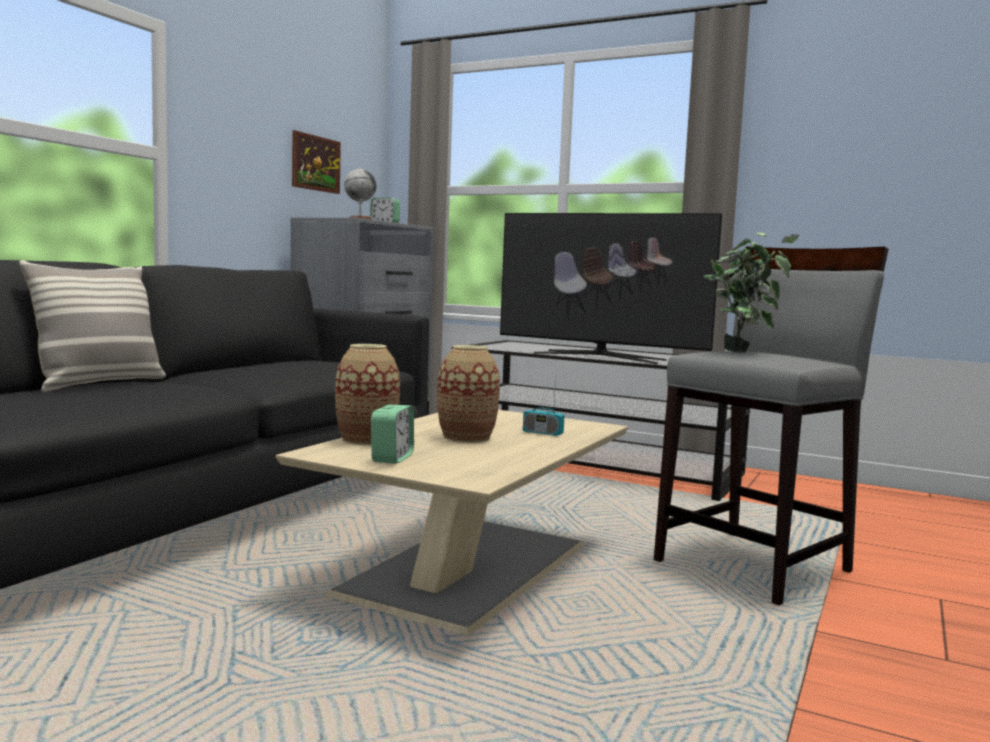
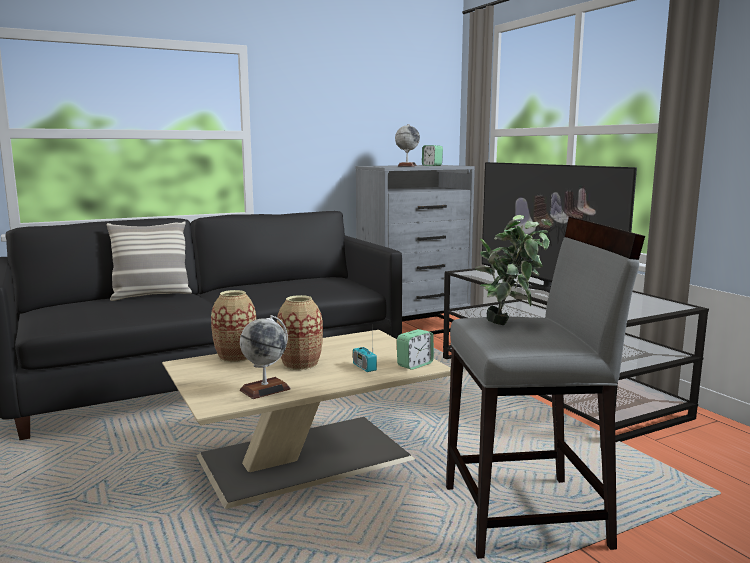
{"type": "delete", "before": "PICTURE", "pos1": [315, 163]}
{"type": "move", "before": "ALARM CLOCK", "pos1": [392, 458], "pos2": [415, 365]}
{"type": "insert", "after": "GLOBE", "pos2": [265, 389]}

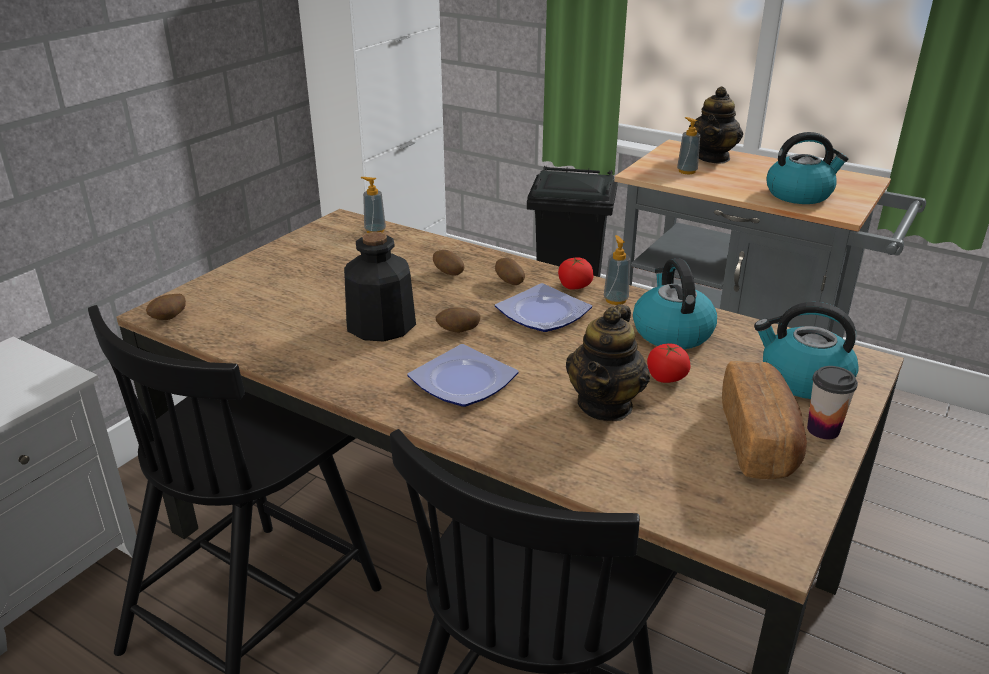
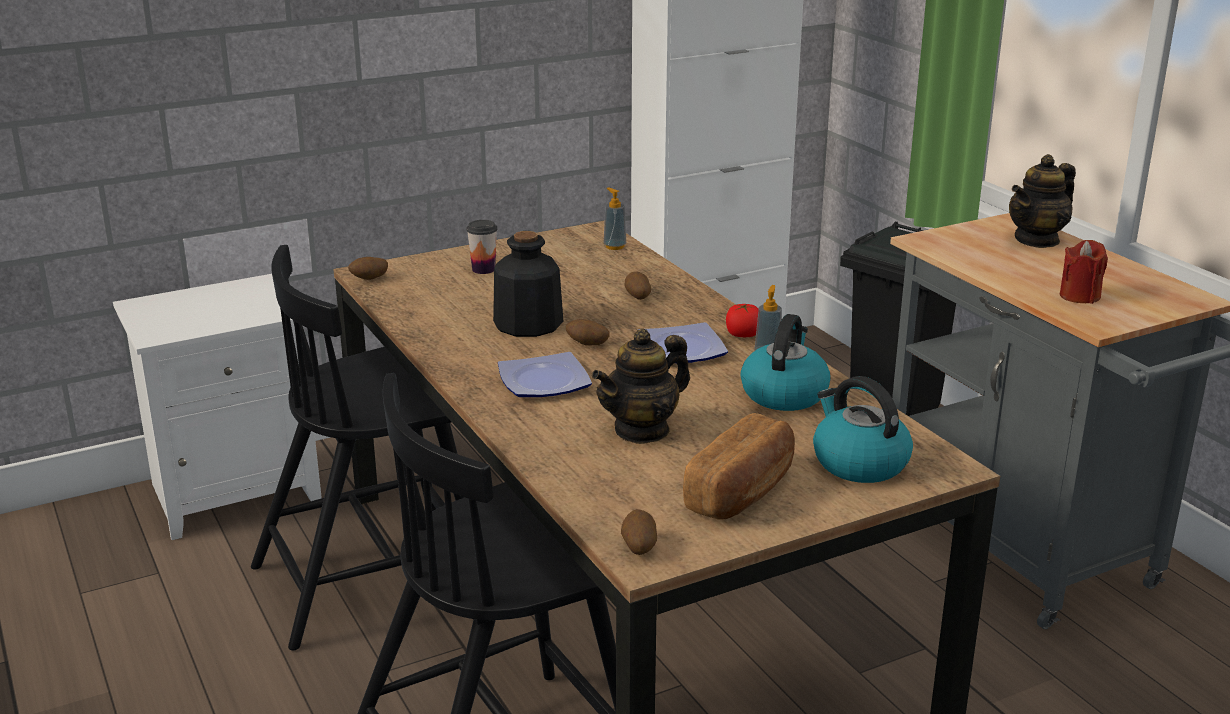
{"type": "move", "before": "POTATO", "pos1": [509, 282], "pos2": [638, 547]}
{"type": "delete", "before": "TOMATO", "pos1": [666, 378]}
{"type": "delete", "before": "SOAP DISPENSER", "pos1": [686, 171]}
{"type": "replace", "before": "KETTLE", "after": "RED CANDLE", "pos1": [799, 194], "pos2": [1079, 296]}
{"type": "move", "before": "CUP", "pos1": [823, 430], "pos2": [483, 269]}

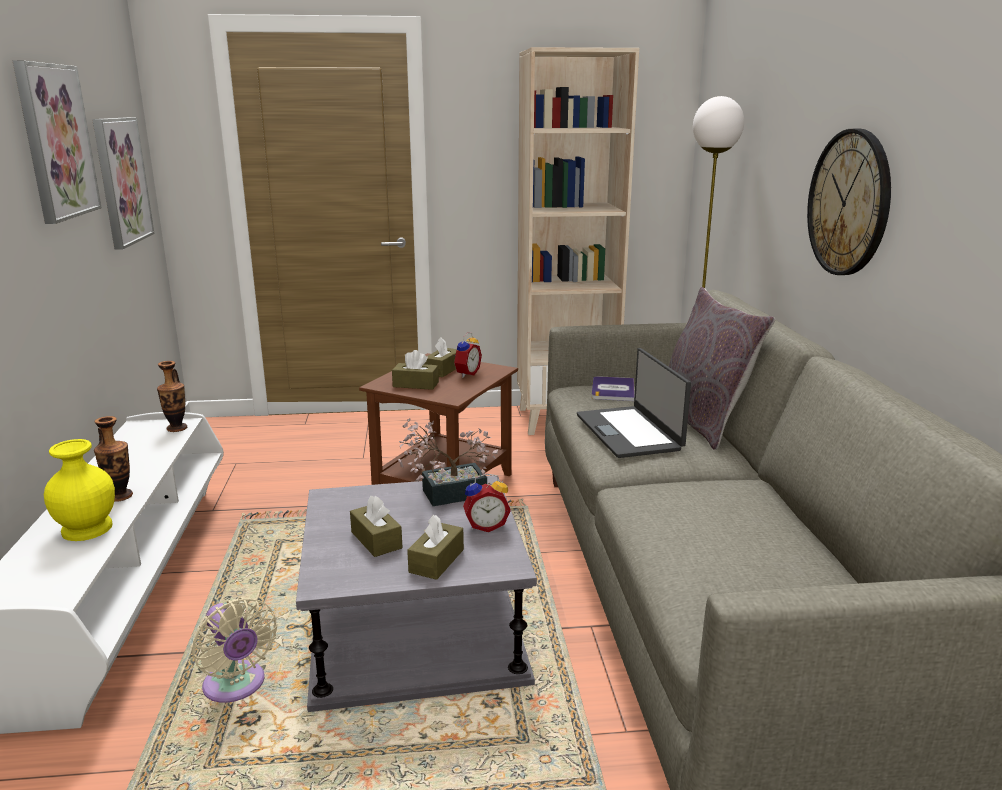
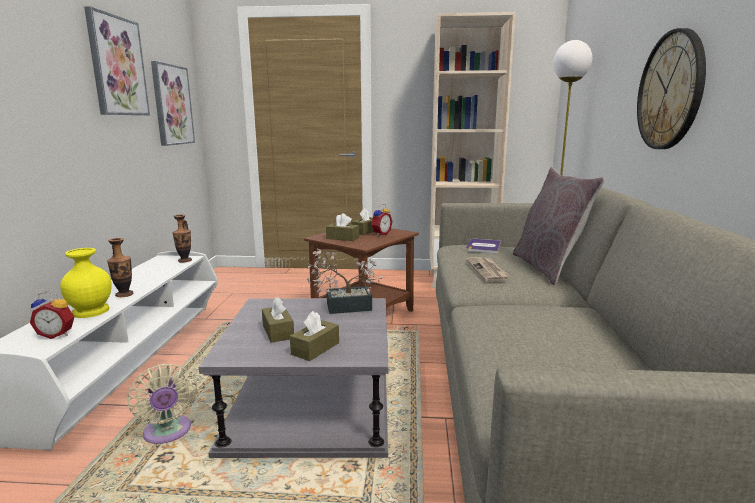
{"type": "move", "before": "ALARM CLOCK", "pos1": [486, 526], "pos2": [57, 334]}
{"type": "replace", "before": "LAPTOP", "after": "NEWSPAPER", "pos1": [629, 432], "pos2": [487, 271]}

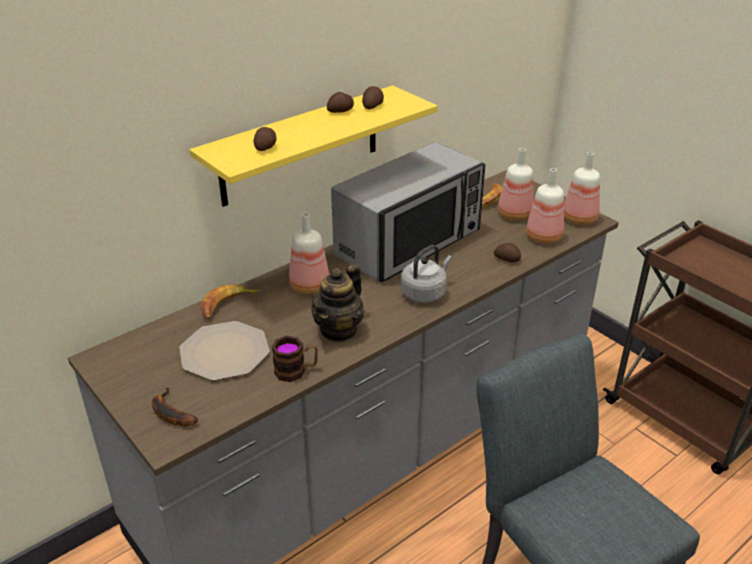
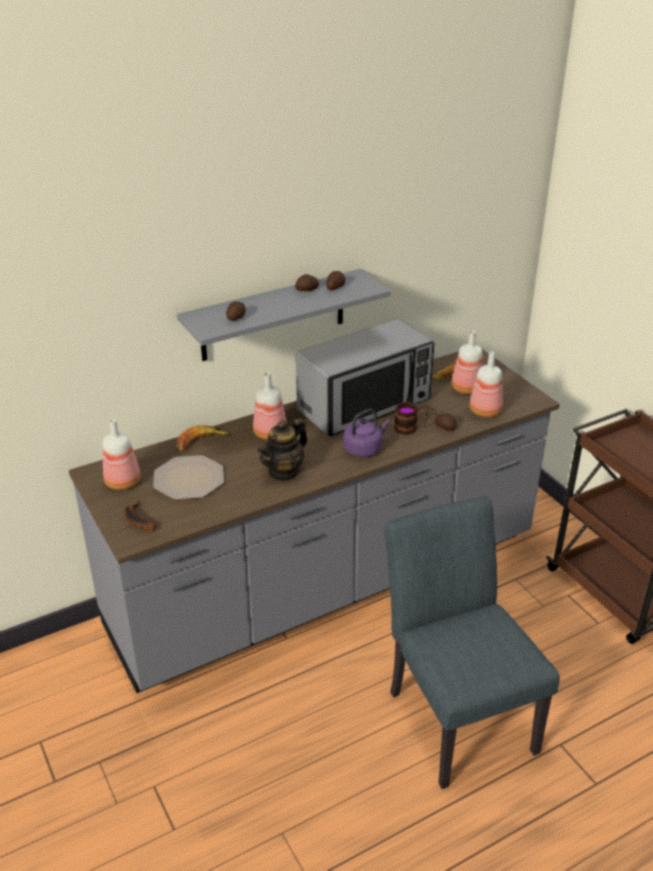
{"type": "recolor", "before": "YELLOW SHELF", "after": "GREY SHELF", "pos1": [300, 146], "pos2": [273, 315]}
{"type": "move", "before": "MUG", "pos1": [296, 371], "pos2": [410, 428]}
{"type": "recolor", "before": "GREY KETTLE", "after": "PURPLE KETTLE", "pos1": [425, 293], "pos2": [364, 449]}
{"type": "move", "before": "BOTTLE", "pos1": [579, 218], "pos2": [123, 481]}

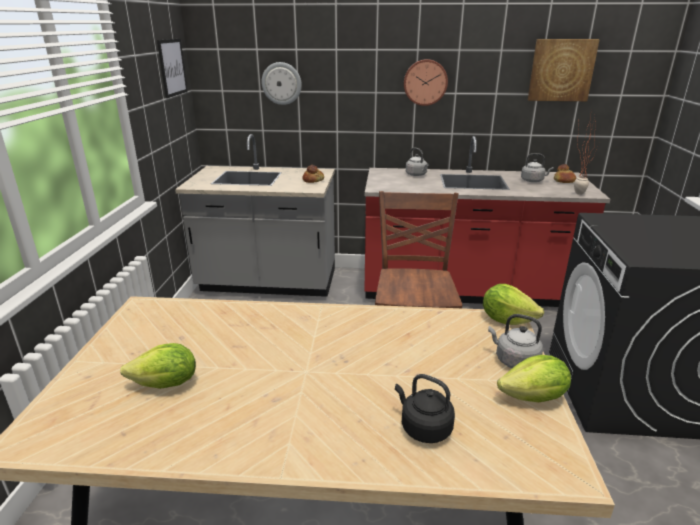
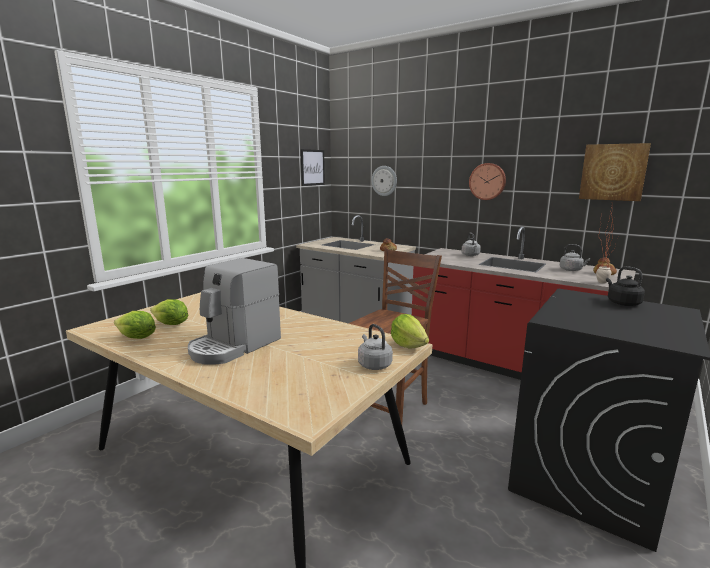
{"type": "move", "before": "BLACK KETTLE", "pos1": [423, 428], "pos2": [622, 303]}
{"type": "move", "before": "LETTUCE", "pos1": [534, 398], "pos2": [137, 338]}
{"type": "insert", "after": "COFFEE MACHINE", "pos2": [234, 346]}

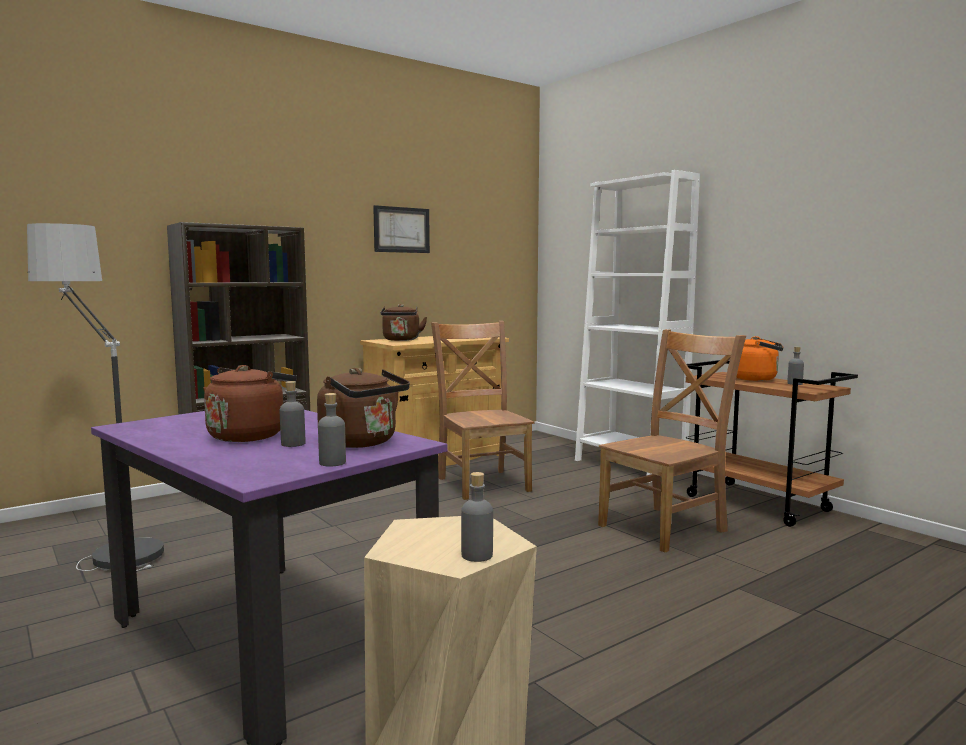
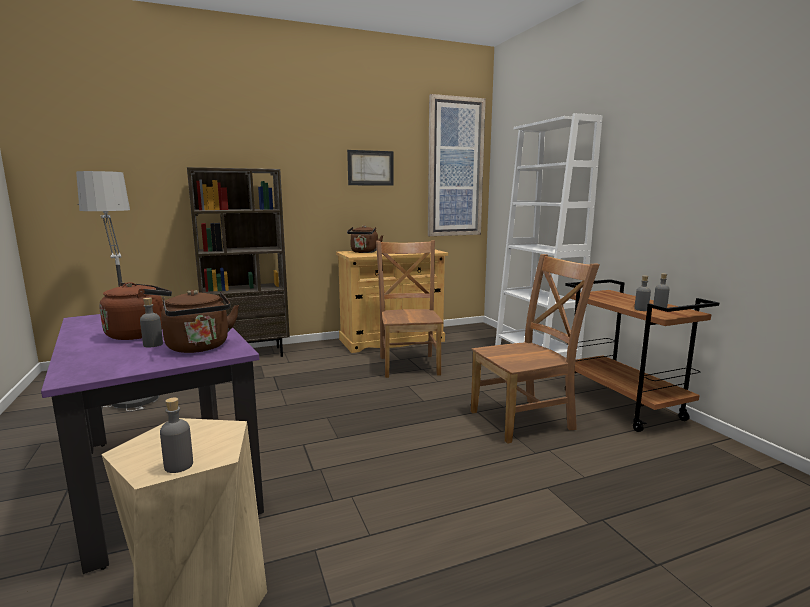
{"type": "move", "before": "GREY BOTTLE", "pos1": [332, 463], "pos2": [641, 309]}
{"type": "delete", "before": "ORANGE KETTLE", "pos1": [757, 379]}
{"type": "insert", "after": "PICTURE", "pos2": [455, 168]}

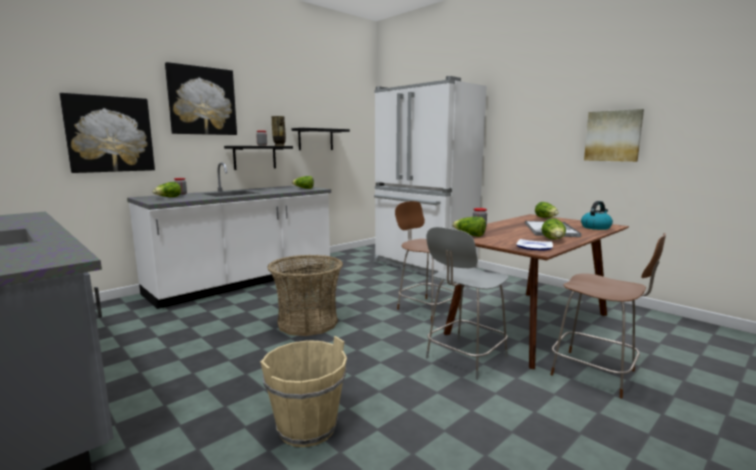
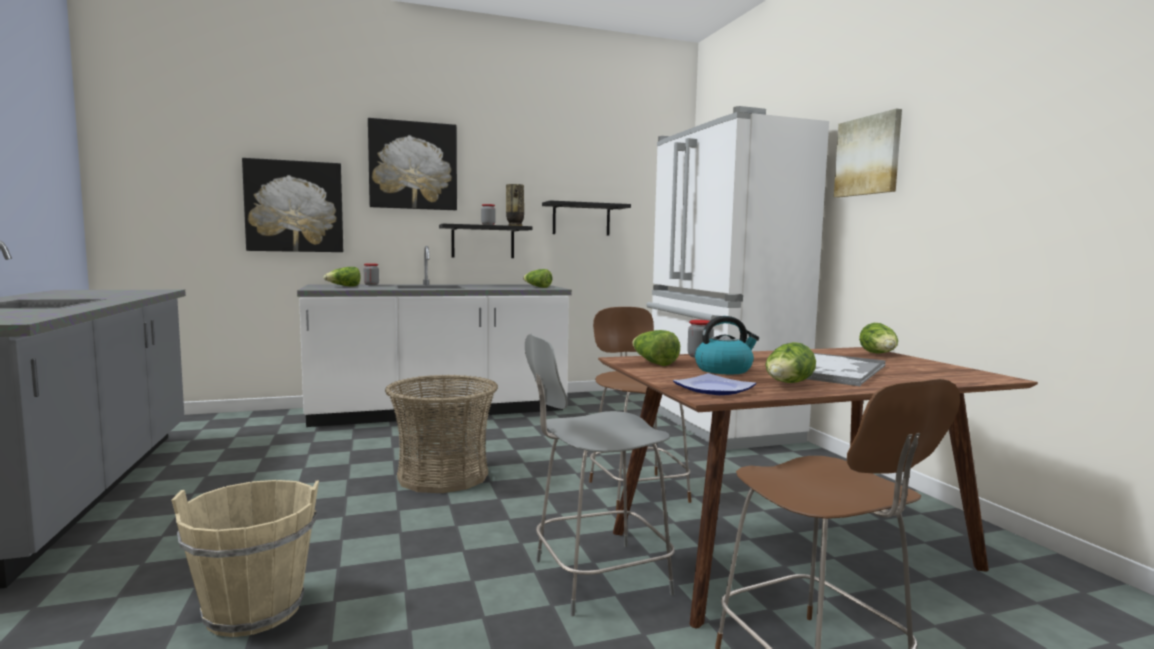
{"type": "move", "before": "KETTLE", "pos1": [596, 227], "pos2": [724, 370]}
{"type": "move", "before": "PICTURE", "pos1": [613, 136], "pos2": [868, 156]}

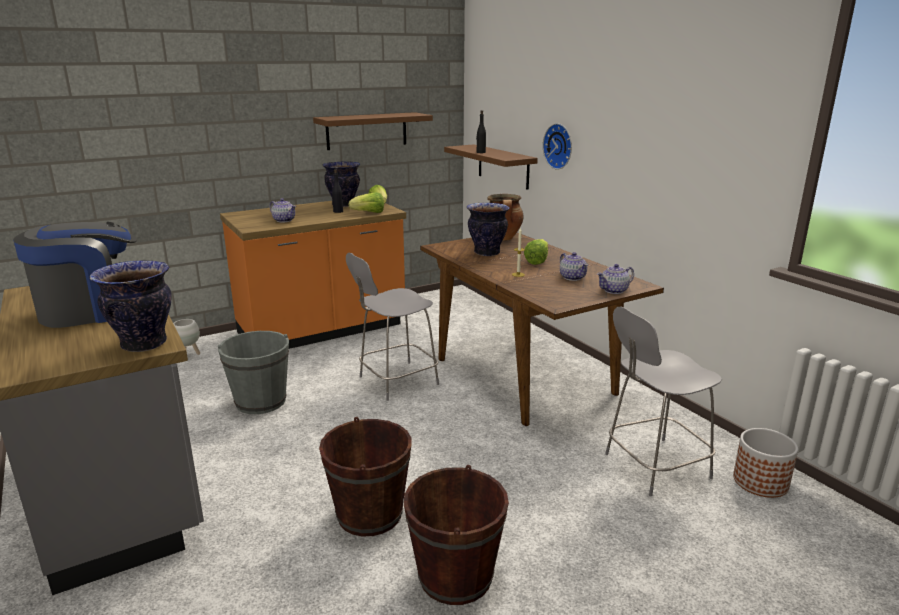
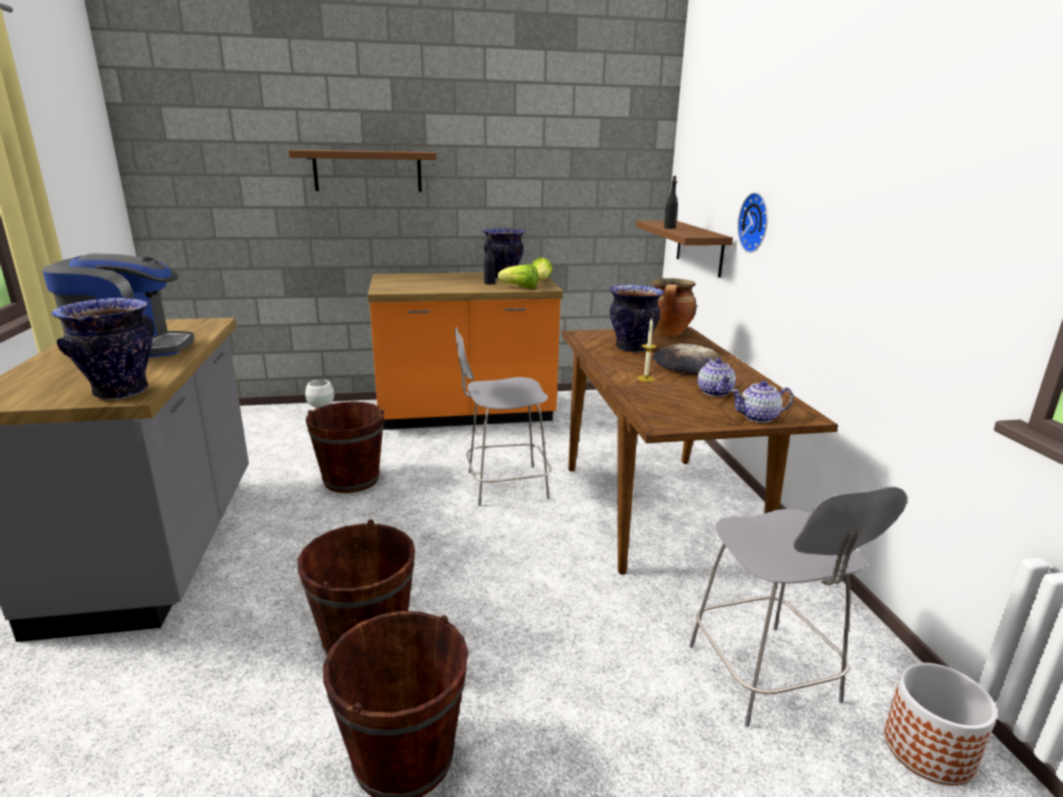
{"type": "recolor", "before": "GREY BUCKET", "after": "BROWN BUCKET", "pos1": [261, 401], "pos2": [351, 479]}
{"type": "delete", "before": "TEAPOT", "pos1": [284, 220]}
{"type": "move", "before": "BROWN SHELF", "pos1": [367, 131], "pos2": [368, 171]}
{"type": "replace", "before": "LETTUCE", "after": "BREAD", "pos1": [537, 261], "pos2": [686, 365]}
{"type": "rotate", "before": "GREY CHAIR", "pos1": [653, 467], "pos2": [765, 677], "turn": -105}

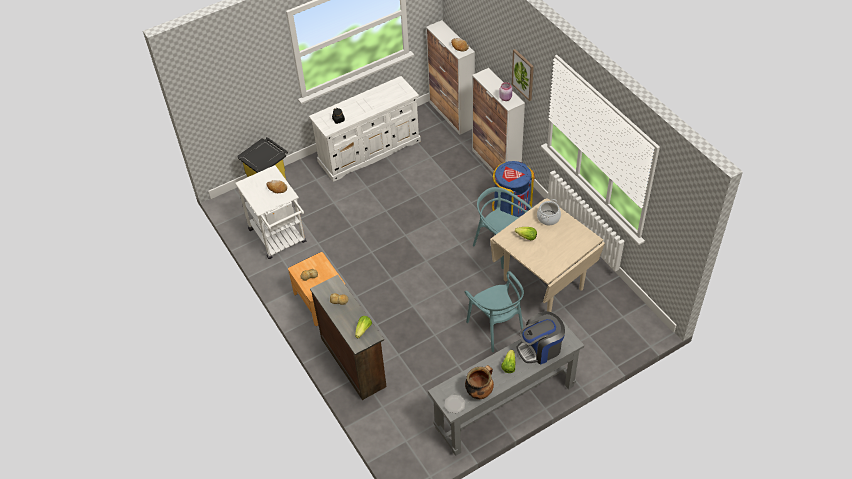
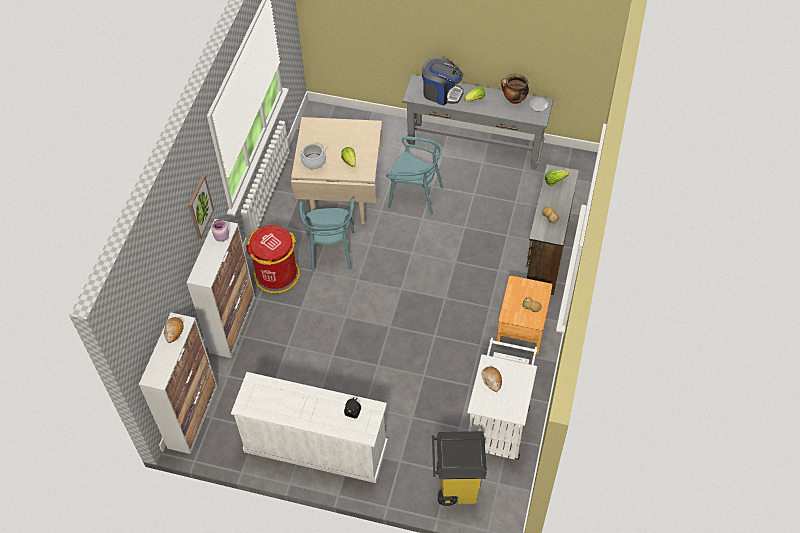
{"type": "rotate", "before": "TURQUOISE CHAIR", "pos1": [496, 327], "pos2": [415, 195], "turn": 90}
{"type": "recolor", "before": "BLUE TRASH CAN", "after": "RED TRASH CAN", "pos1": [511, 206], "pos2": [276, 275]}

